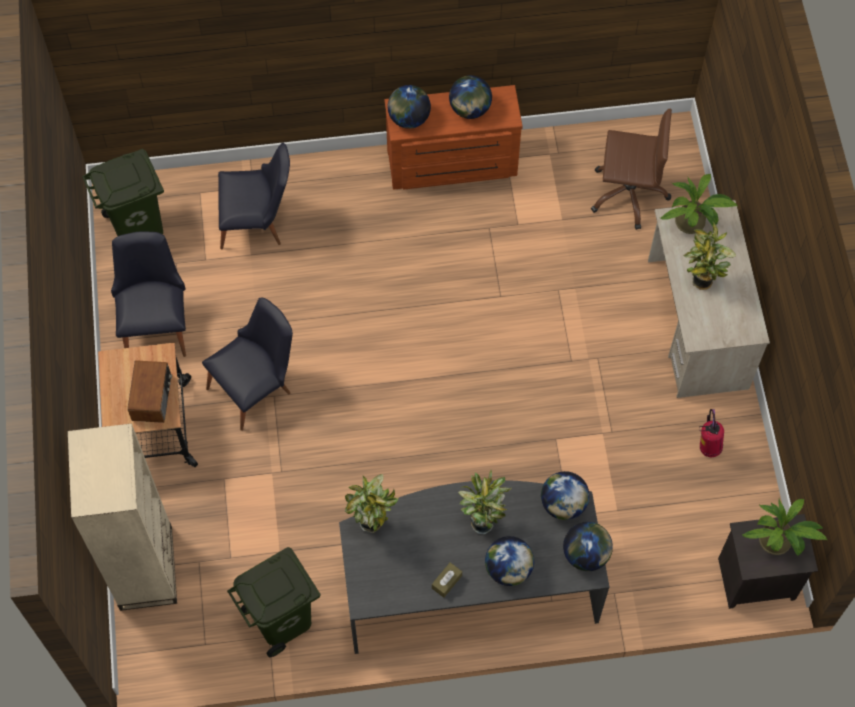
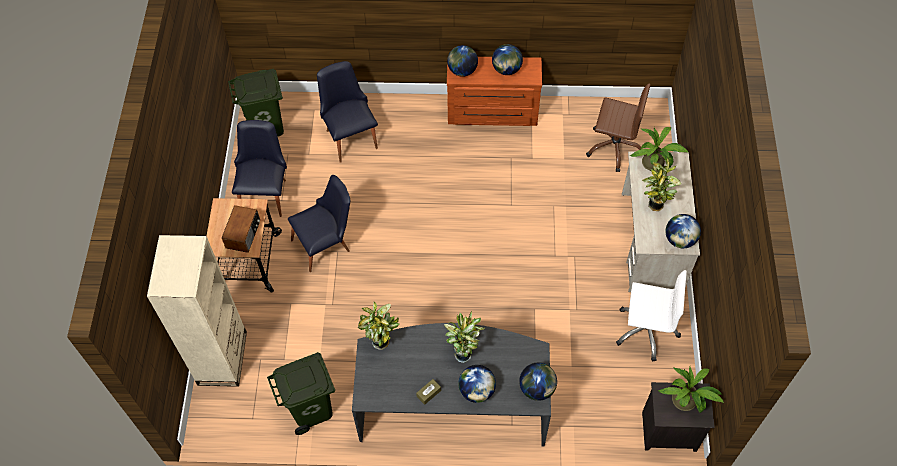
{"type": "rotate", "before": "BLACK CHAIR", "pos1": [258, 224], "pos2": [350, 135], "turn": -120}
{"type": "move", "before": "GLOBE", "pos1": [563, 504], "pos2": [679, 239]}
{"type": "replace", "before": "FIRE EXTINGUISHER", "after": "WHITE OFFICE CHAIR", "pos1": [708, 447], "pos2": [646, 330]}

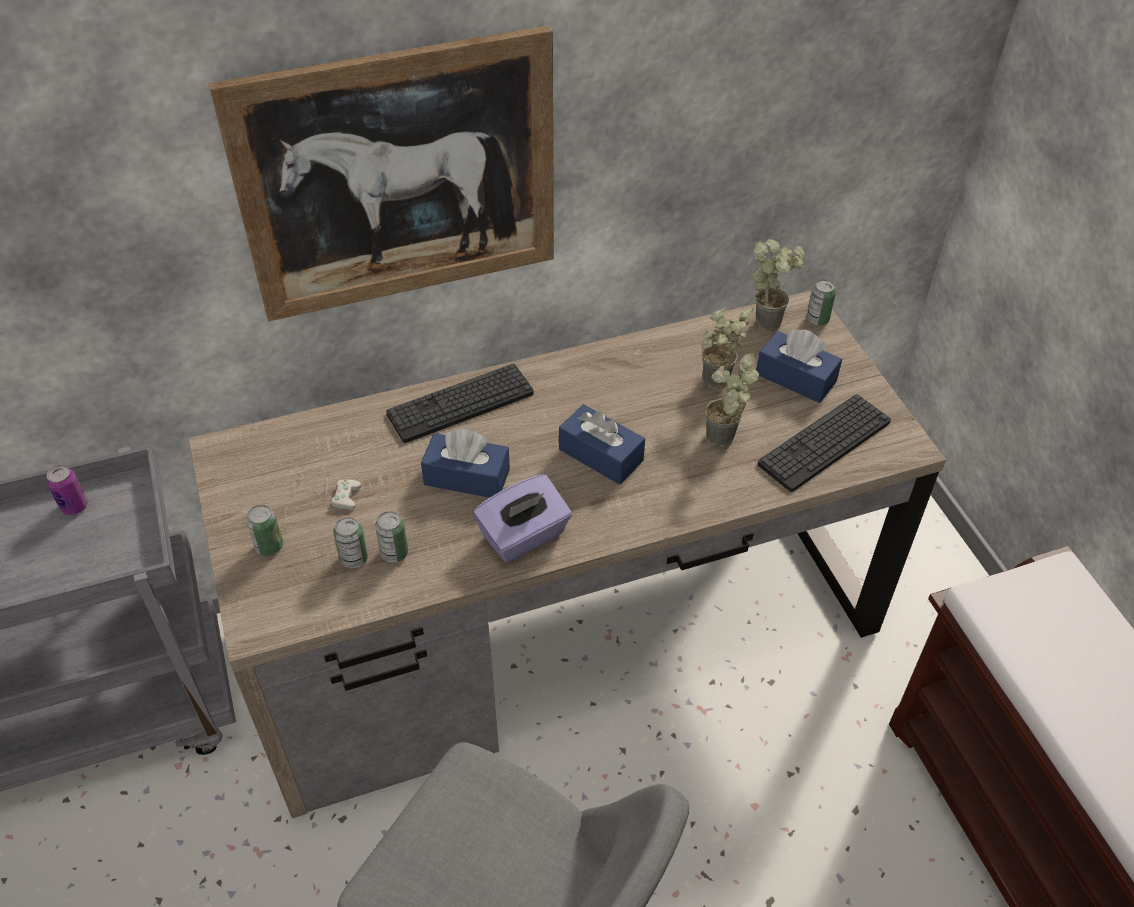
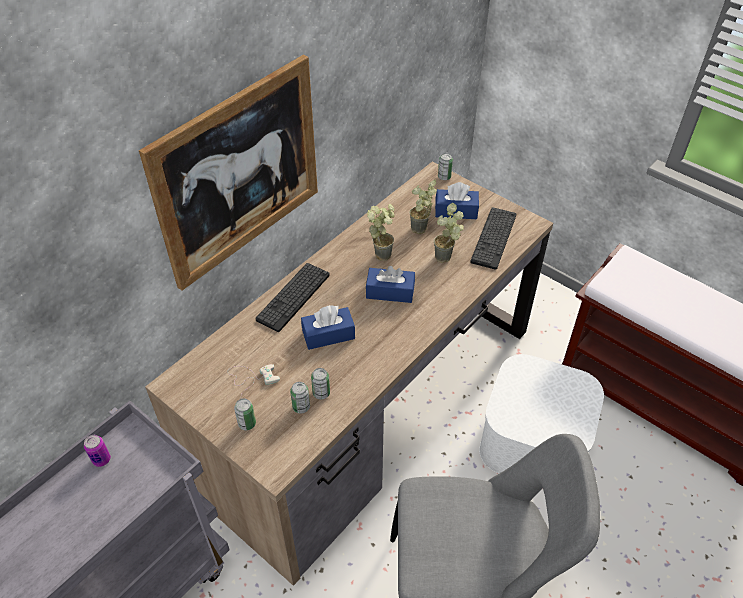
{"type": "delete", "before": "PURPLE TISSUE BOX", "pos1": [524, 536]}
{"type": "move", "before": "POTTED PLANT", "pos1": [770, 320], "pos2": [382, 252]}
{"type": "insert", "after": "WHITE STORAGE BOX", "pos2": [534, 439]}

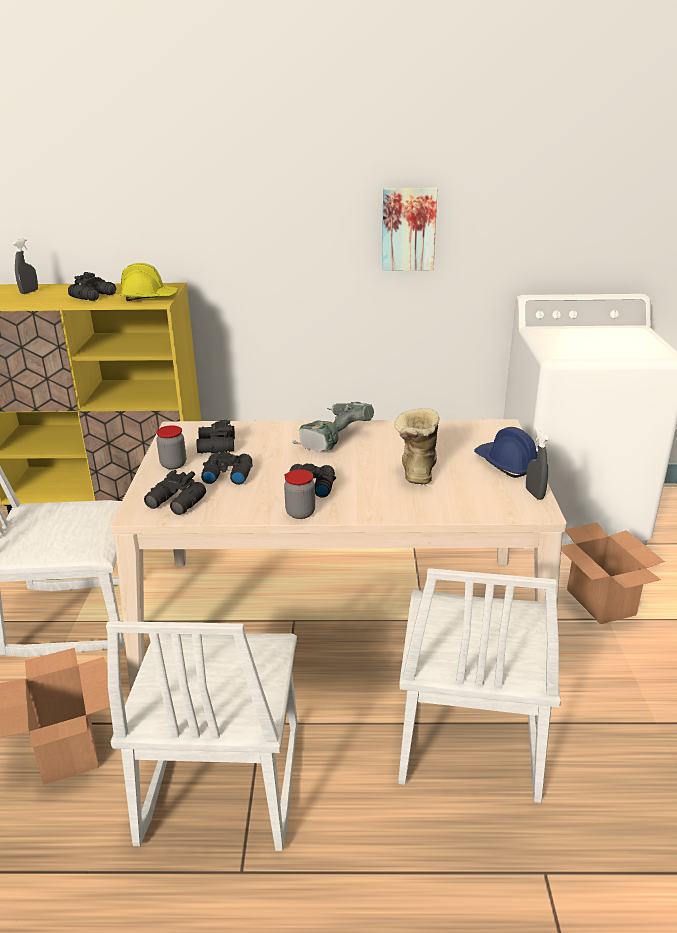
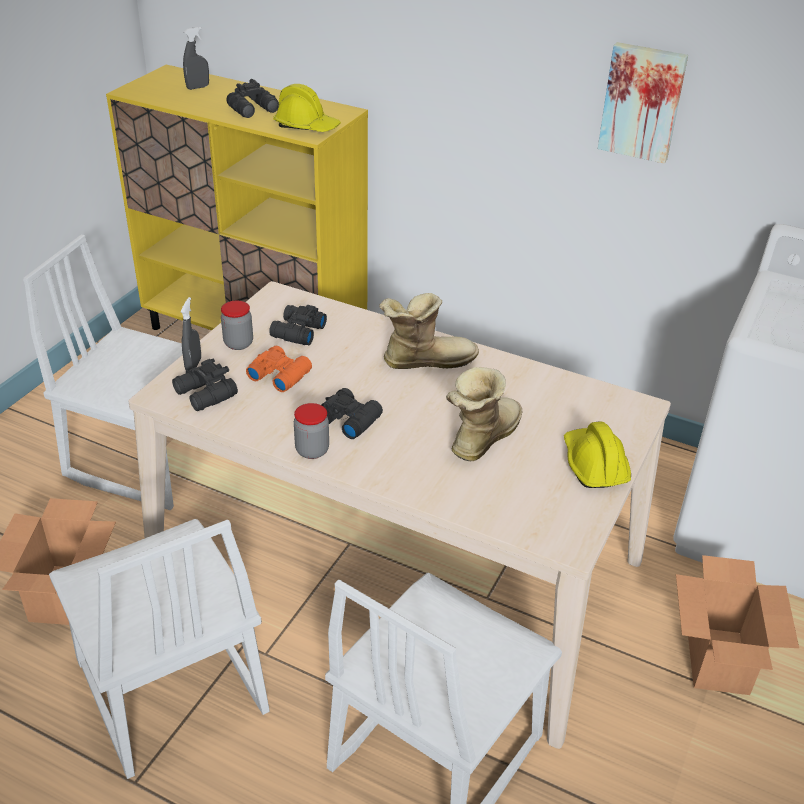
{"type": "rotate", "before": "WHITE CHAIR", "pos1": [220, 784], "pos2": [169, 689], "turn": -60}
{"type": "recolor", "before": "BLACK BINOCULARS", "after": "ORANGE BINOCULARS", "pos1": [227, 475], "pos2": [279, 374]}
{"type": "replace", "before": "POWER DRILL", "after": "BOOT", "pos1": [331, 438], "pos2": [426, 360]}
{"type": "recolor", "before": "BLUE HARD HAT", "after": "YELLOW HARD HAT", "pos1": [506, 464], "pos2": [593, 465]}
{"type": "move", "before": "GREY SPRAY BOTTLE", "pos1": [534, 494], "pos2": [193, 365]}

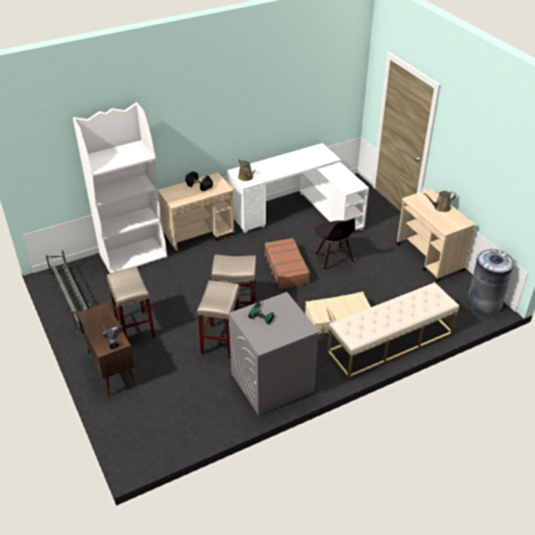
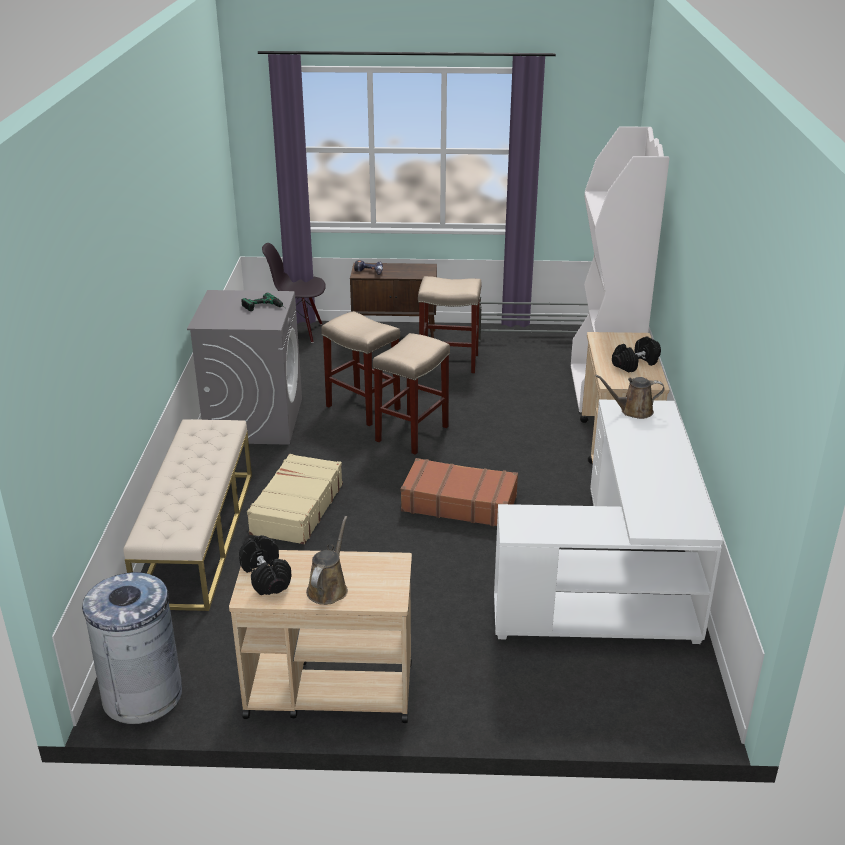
{"type": "move", "before": "BLACK CHAIR", "pos1": [333, 259], "pos2": [299, 332]}
{"type": "insert", "after": "BLACK DUMBBELL", "pos2": [266, 577]}

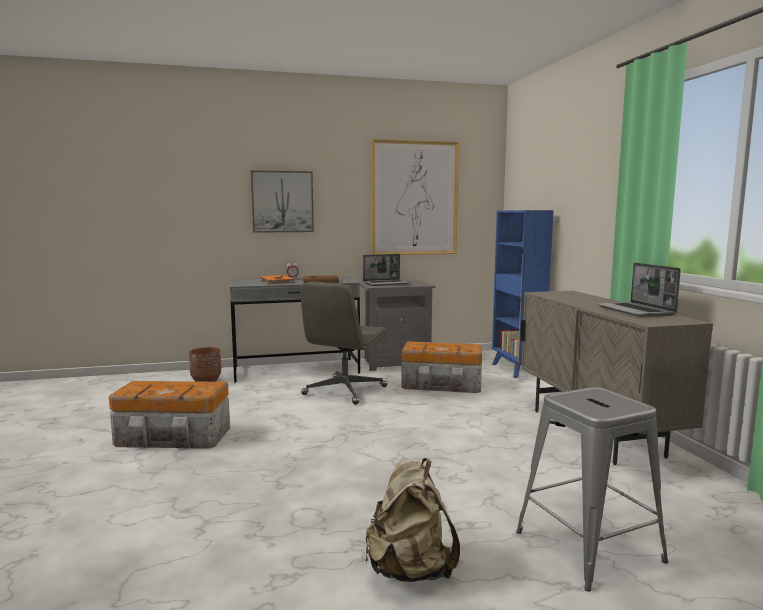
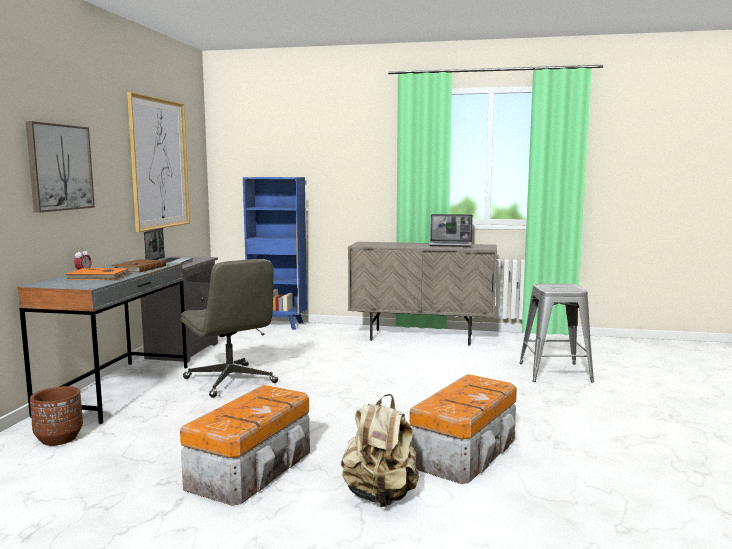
{"type": "move", "before": "BEIGE BACKPACK", "pos1": [410, 570], "pos2": [381, 496]}
{"type": "move", "before": "STORAGE BOX", "pos1": [442, 385], "pos2": [466, 452]}

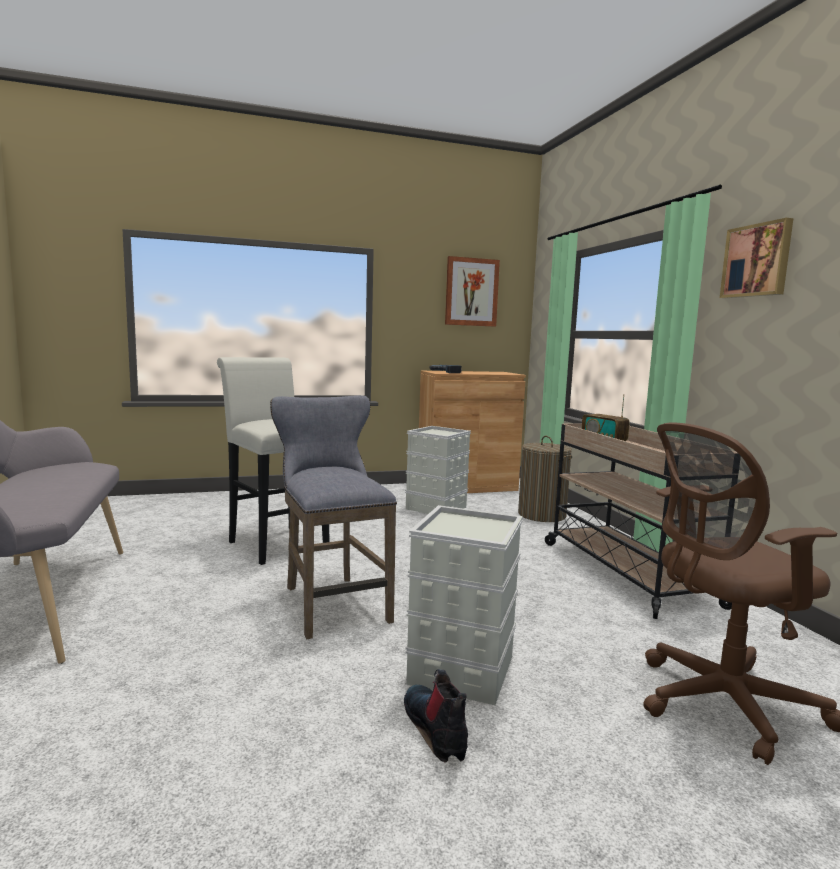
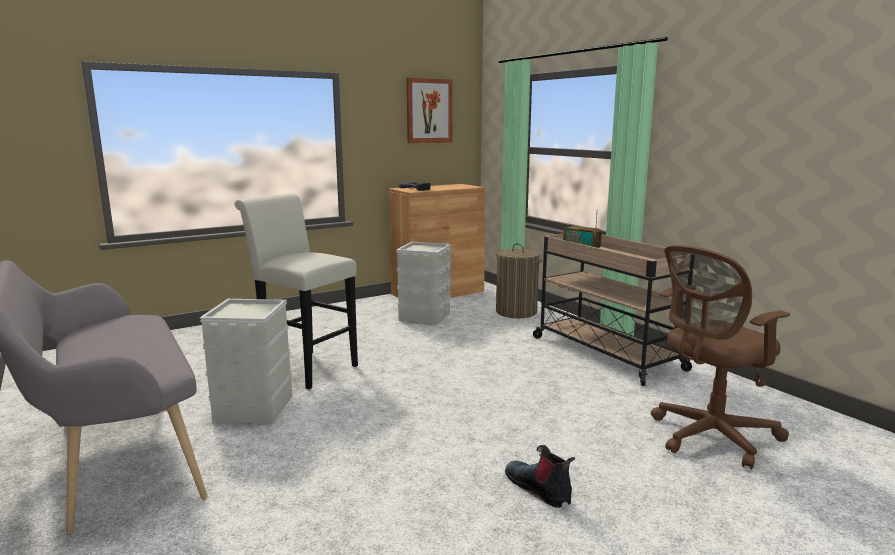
{"type": "delete", "before": "GREY STOOL", "pos1": [332, 601]}
{"type": "move", "before": "GREY STORAGE BOX", "pos1": [462, 671], "pos2": [254, 408]}
{"type": "delete", "before": "PICTURE", "pos1": [757, 261]}

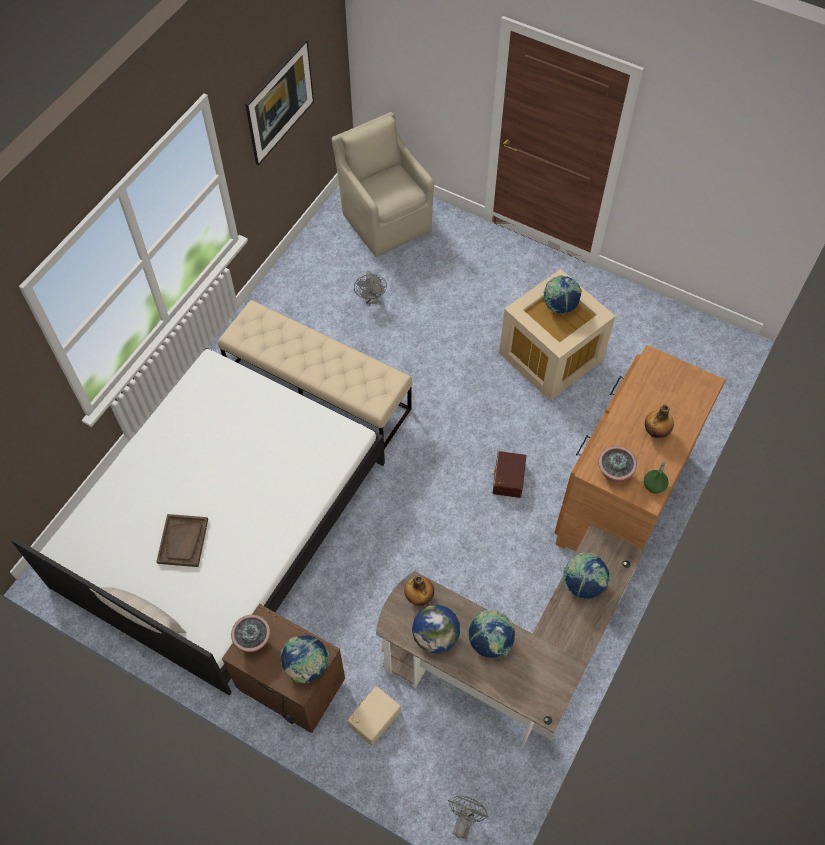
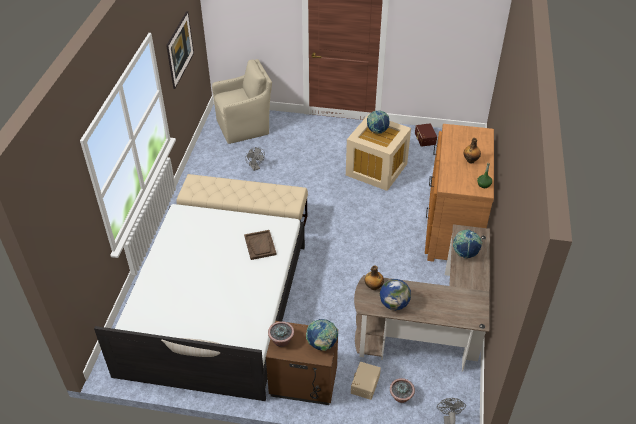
{"type": "move", "before": "BROWN TRAY", "pos1": [183, 541], "pos2": [260, 245]}
{"type": "rotate", "before": "BEIGE ARMCHAIR", "pos1": [385, 220], "pos2": [245, 127], "turn": 120}
{"type": "delete", "before": "GLOBE", "pos1": [490, 642]}
{"type": "move", "before": "BROWN STORAGE BOX", "pos1": [507, 478], "pos2": [424, 139]}
{"type": "move", "before": "POTTED PLANT", "pos1": [613, 473], "pos2": [401, 397]}

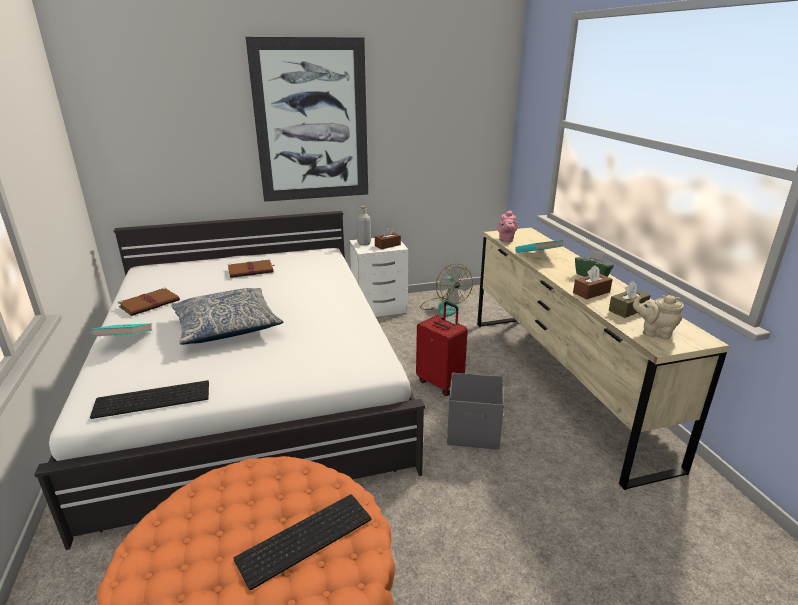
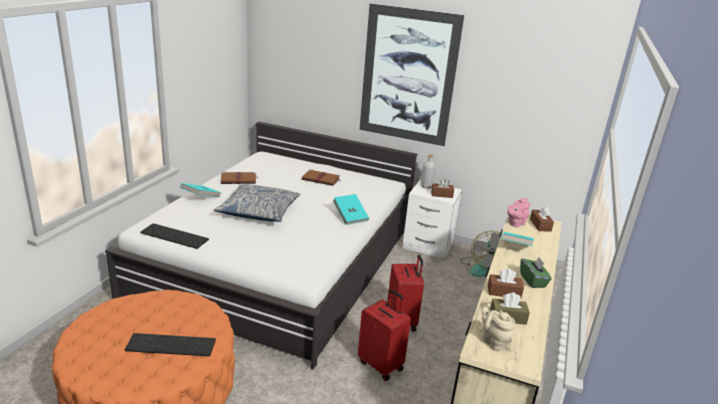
{"type": "replace", "before": "GREY STORAGE BOX", "after": "RED SUITCASE", "pos1": [474, 432], "pos2": [381, 365]}
{"type": "insert", "after": "TURQUOISE BOOK", "pos2": [350, 217]}
{"type": "insert", "after": "BROWN TISSUE BOX", "pos2": [540, 225]}

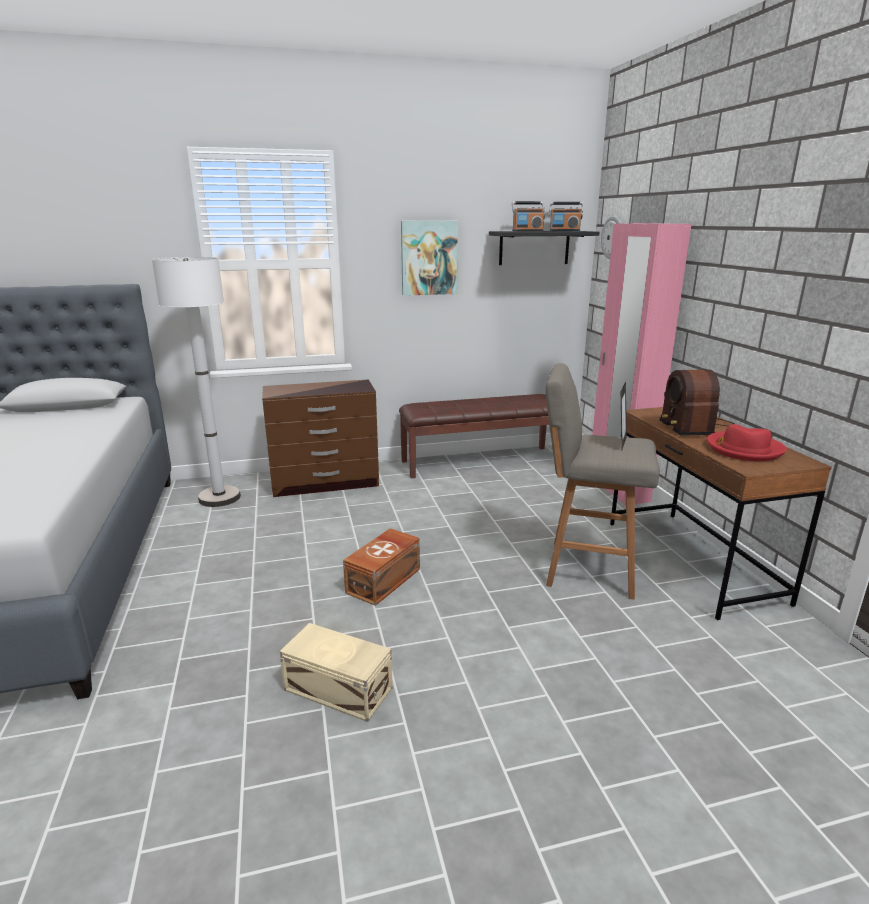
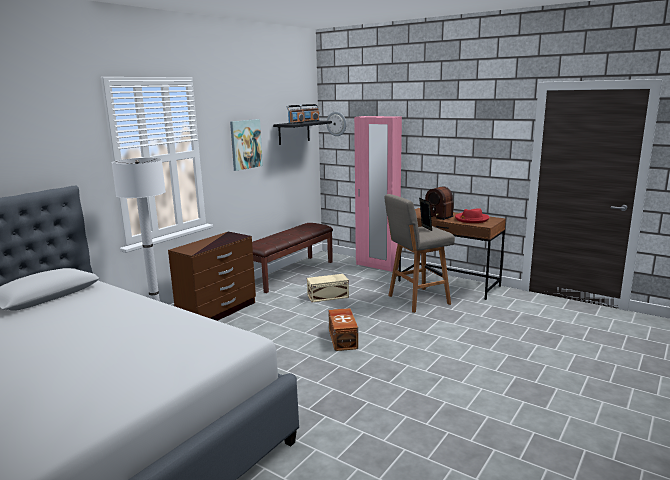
{"type": "move", "before": "BEIGE STORAGE BOX", "pos1": [338, 690], "pos2": [328, 296]}

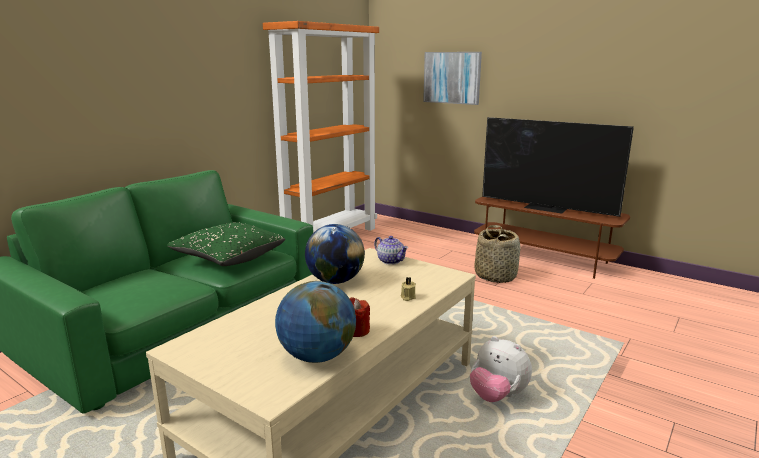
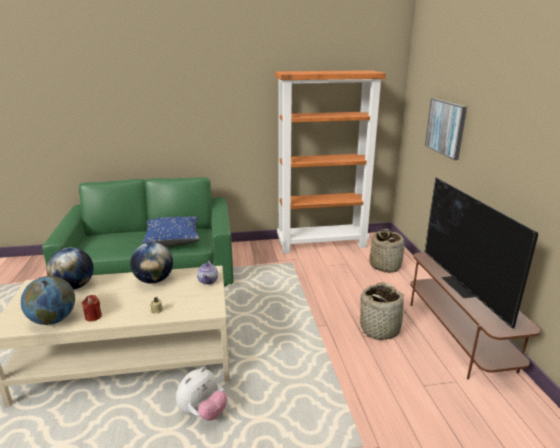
{"type": "recolor", "before": "GREEN PILLOW", "after": "BLUE PILLOW", "pos1": [228, 258], "pos2": [173, 239]}
{"type": "rotate", "before": "PLUSH TOY", "pos1": [497, 396], "pos2": [203, 413], "turn": -135}
{"type": "insert", "after": "GLOBE", "pos2": [74, 287]}
{"type": "insert", "after": "BASKET", "pos2": [385, 266]}

